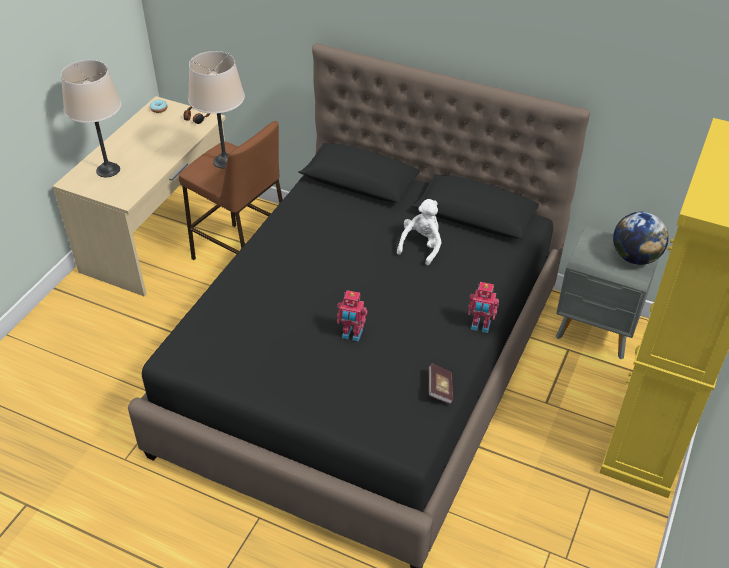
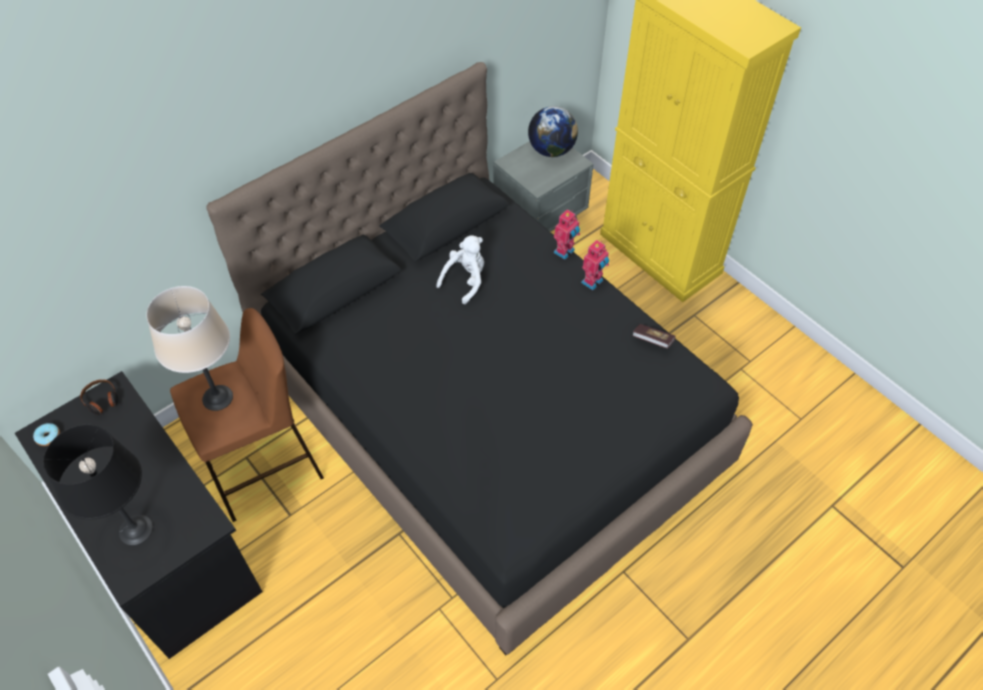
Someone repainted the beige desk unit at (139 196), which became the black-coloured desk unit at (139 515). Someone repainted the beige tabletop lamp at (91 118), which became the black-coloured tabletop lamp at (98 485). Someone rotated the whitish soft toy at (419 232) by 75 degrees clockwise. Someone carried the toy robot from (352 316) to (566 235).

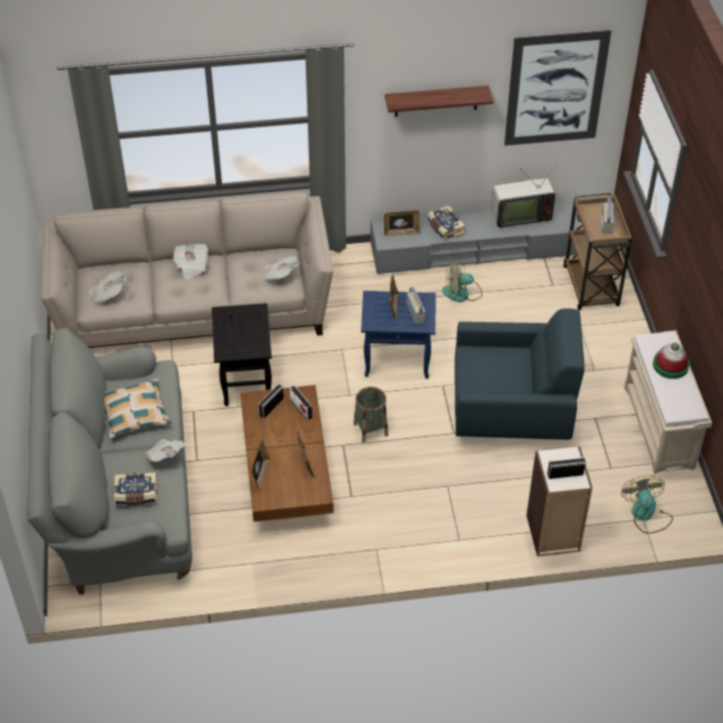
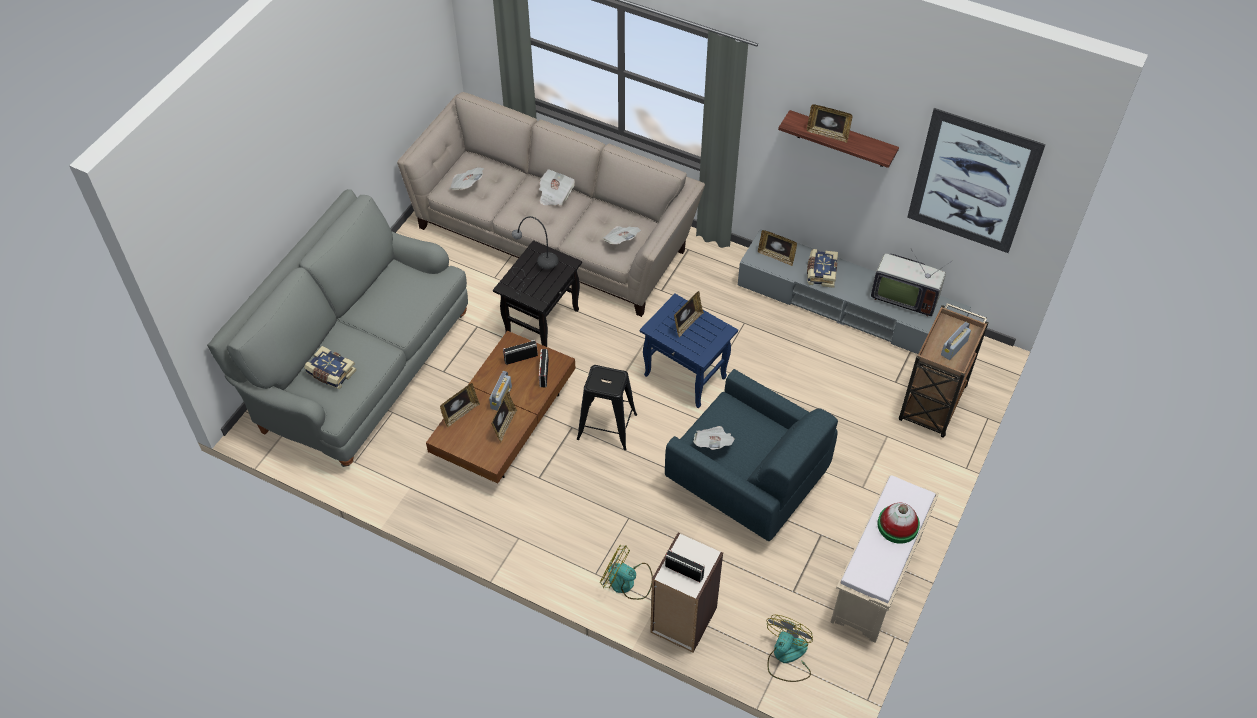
Someone carried the radio set from (415 305) to (500 390). Someone put down the gray tabletop lamp at (535 255). Someone swapped the household basket at (371 415) for the black-coloured sitting stool at (607 407). Someone carried the electric fan from (462 280) to (626 572). Someone carried the printed paper from (165 450) to (714 438). Someone put down the standing frame at (830 123). Someone took away the pillow at (138 408).

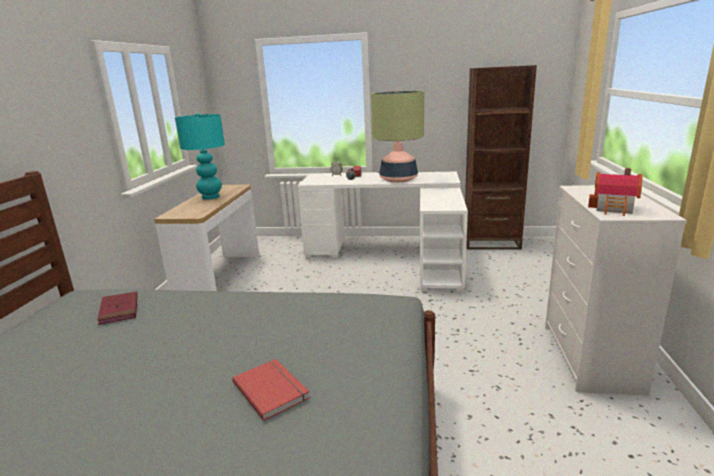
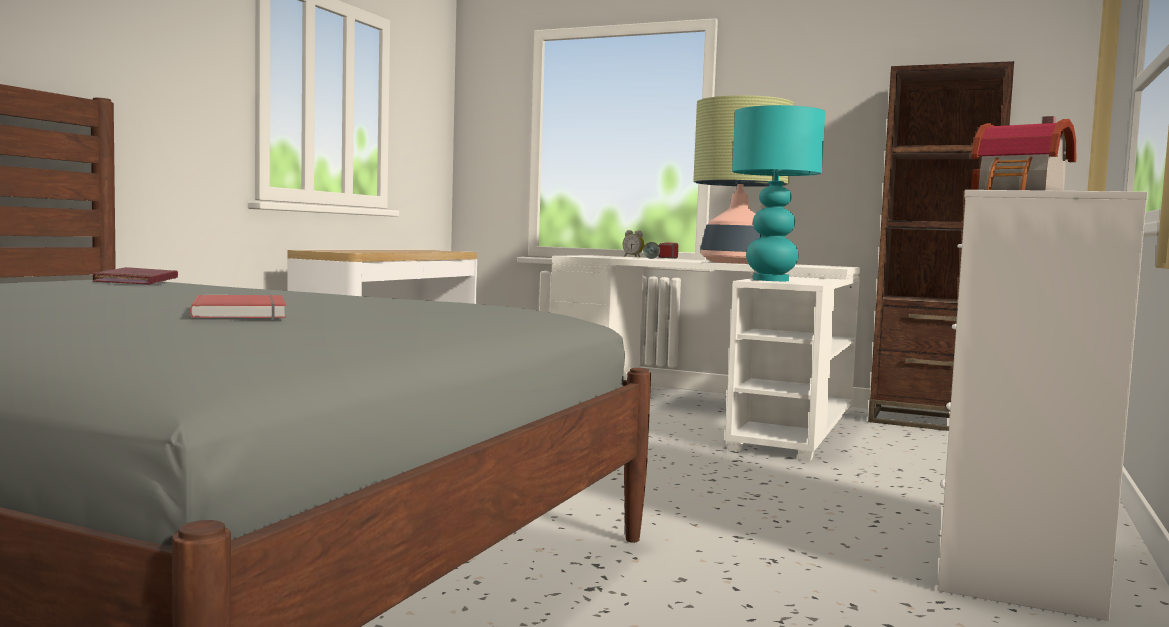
Someone carried the blue-green tabletop lamp from (200 156) to (778 193).

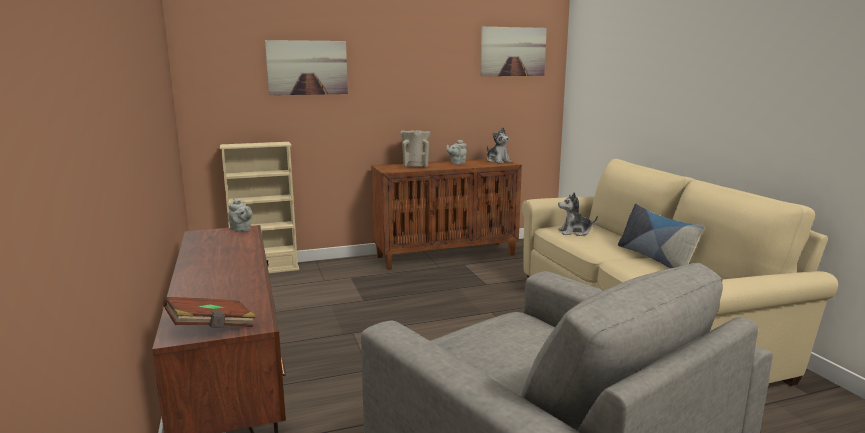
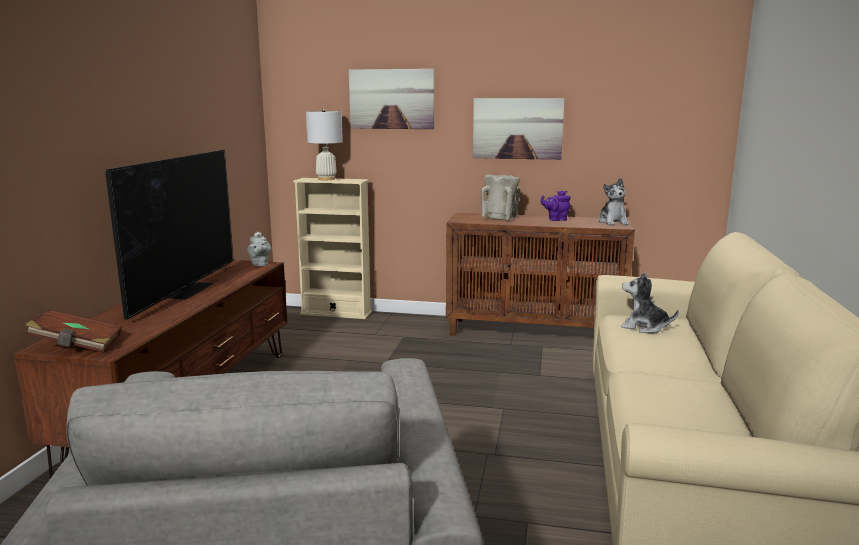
Someone put down the television at (169 235). Someone put down the whitish tabletop lamp at (324 144). Someone carried the wall art from (513 51) to (518 129). Someone repainted the gray teapot at (456 152), which became the purple teapot at (555 206). Someone took away the pillow at (661 235).

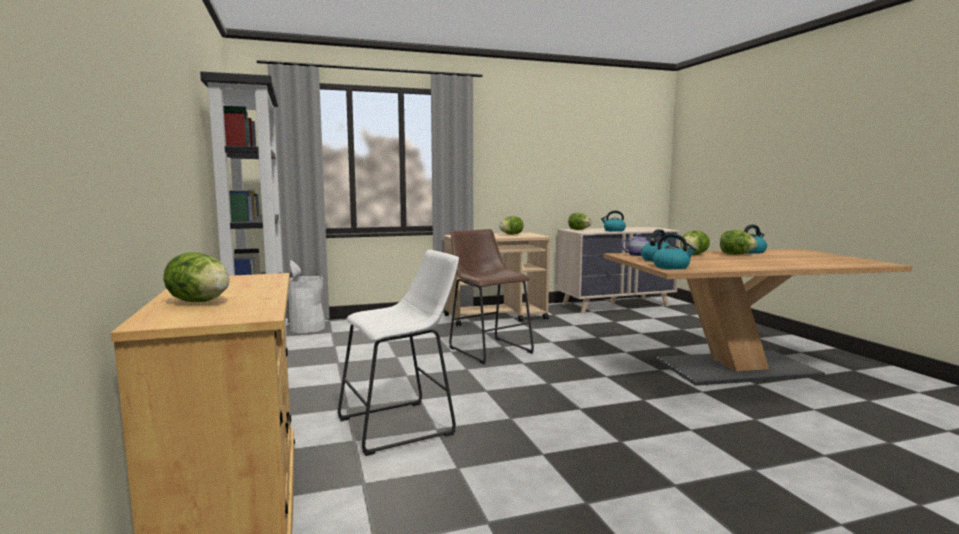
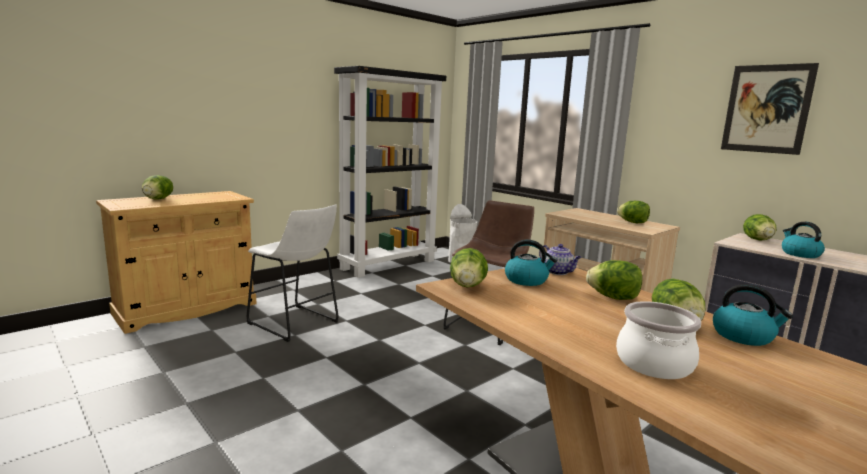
Someone swapped the water kettle at (675 251) for the lettuce head at (469 267). Someone put down the cooking pot at (658 340). Someone put up the wall art at (770 109).

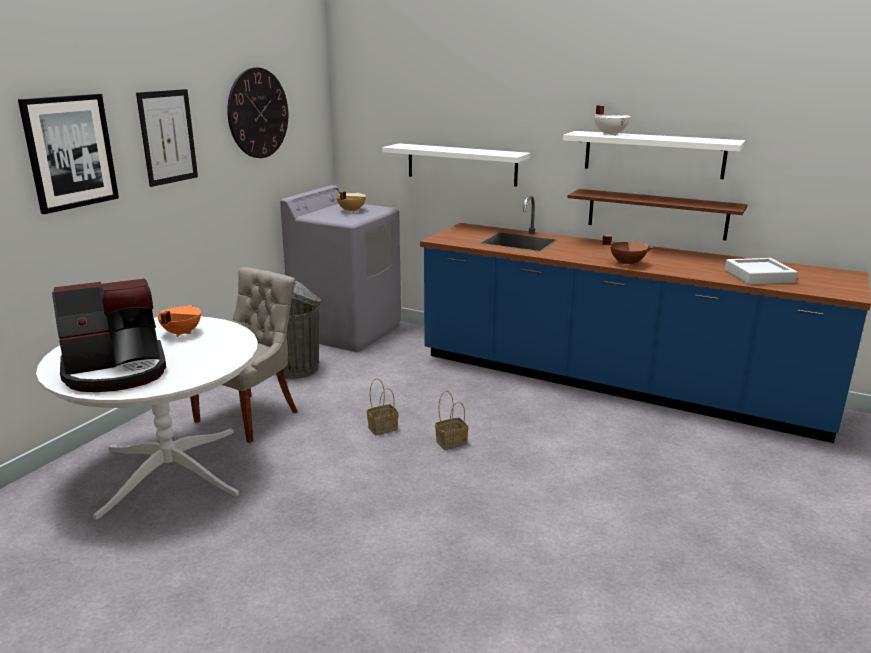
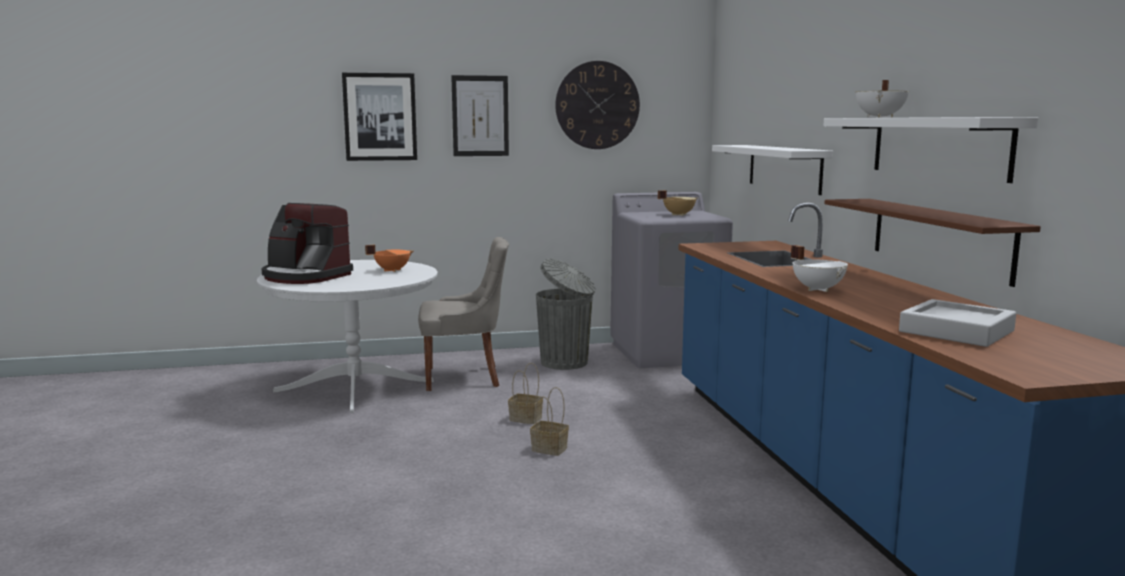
Someone repainted the brownish cooking pot at (627 250), which became the whitish cooking pot at (819 268).

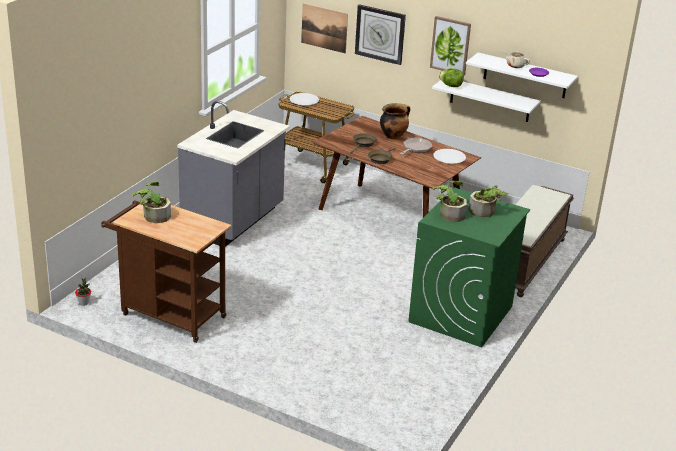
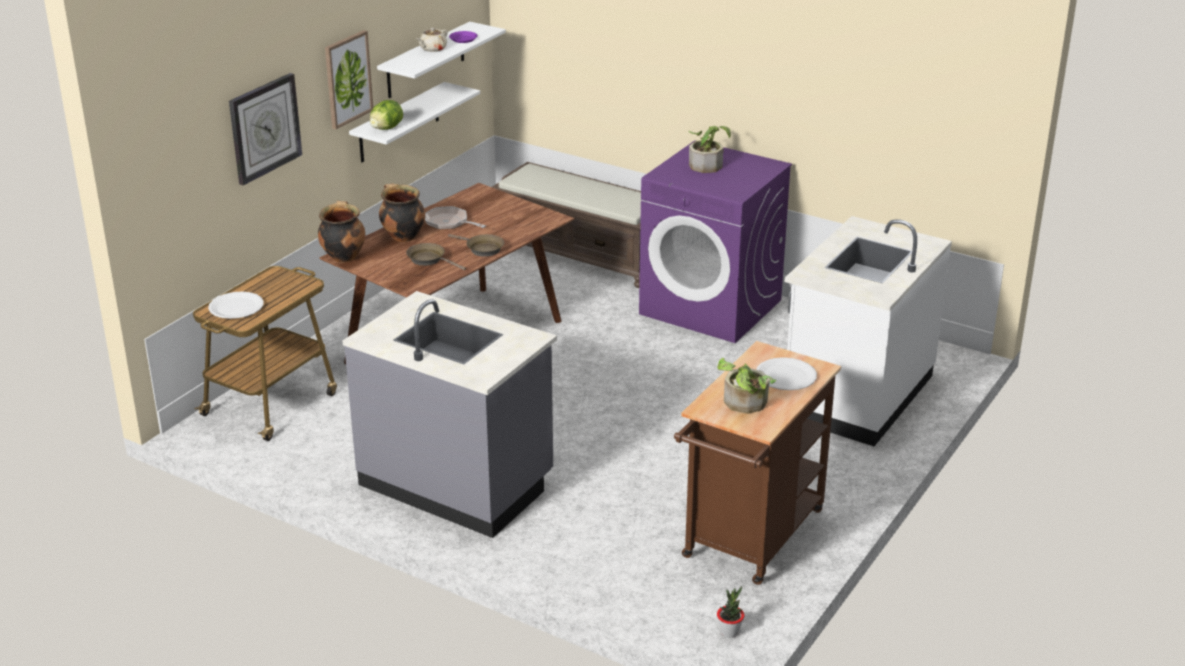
Someone put down the cooking pot at (341 232). Someone repainted the greenish washing machine at (469 267), which became the purple washing machine at (715 241). Someone carried the whitish dinner plate from (449 156) to (786 373). Someone put down the whitish kitchen base unit at (868 331). Someone took away the wall art at (324 28). Someone took away the houseplant at (450 201).

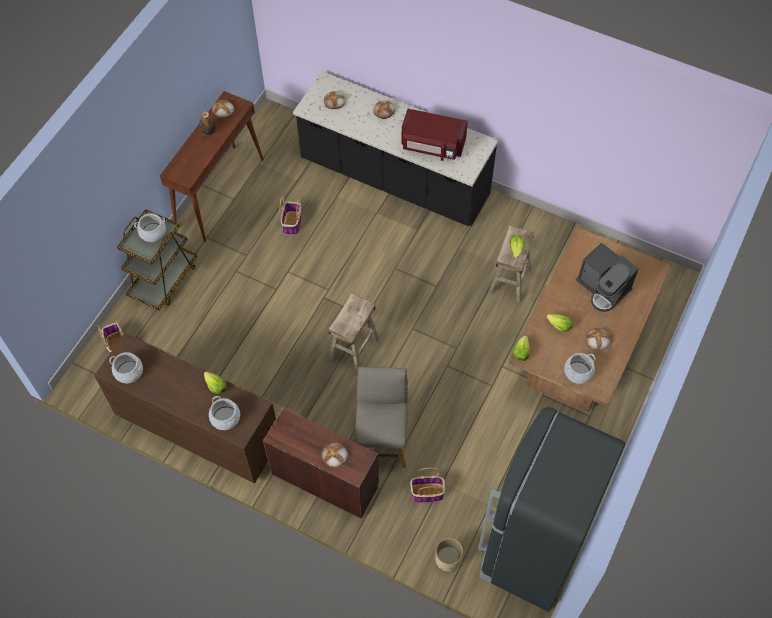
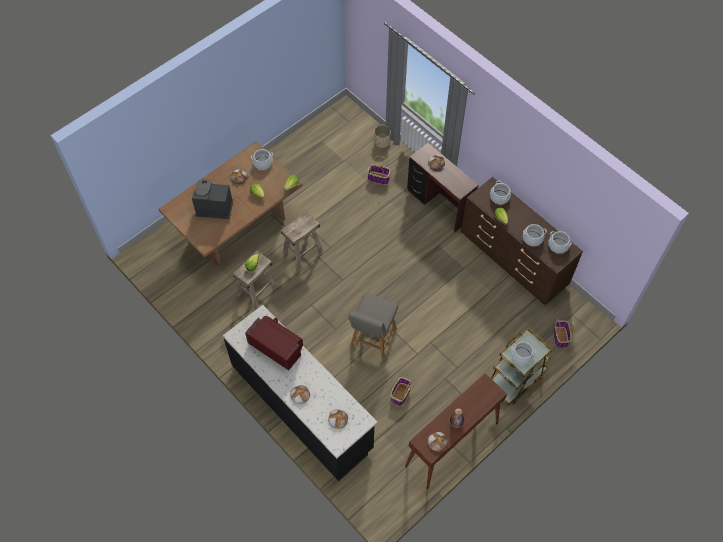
Someone rotated the coffee brewer at (607 277) by 60 degrees counterclockwise. Someone carried the beige sitting stool from (354 332) to (302 240). Someone carried the gray chair from (381 417) to (373 326). Someone put down the cooking pot at (535 235). Someone took away the black-coloured kitchen fridge at (551 509).

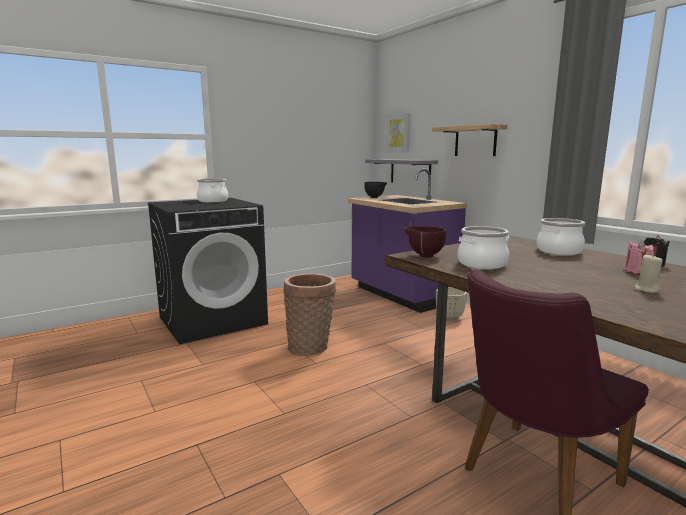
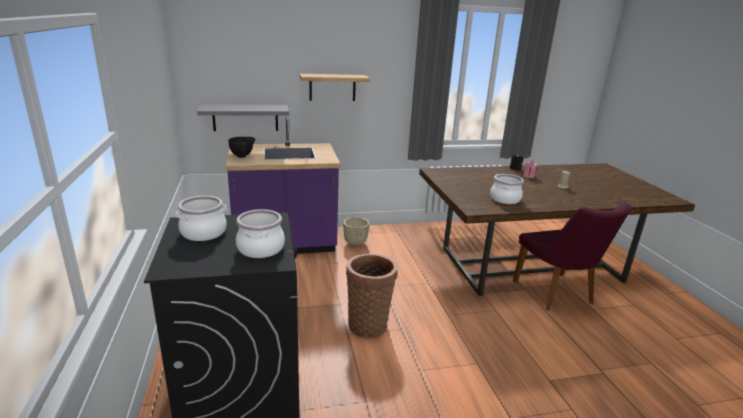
Someone carried the cooking pot from (560 236) to (260 233). Someone took away the wall art at (398 133). Someone took away the brownish bowl at (425 242).

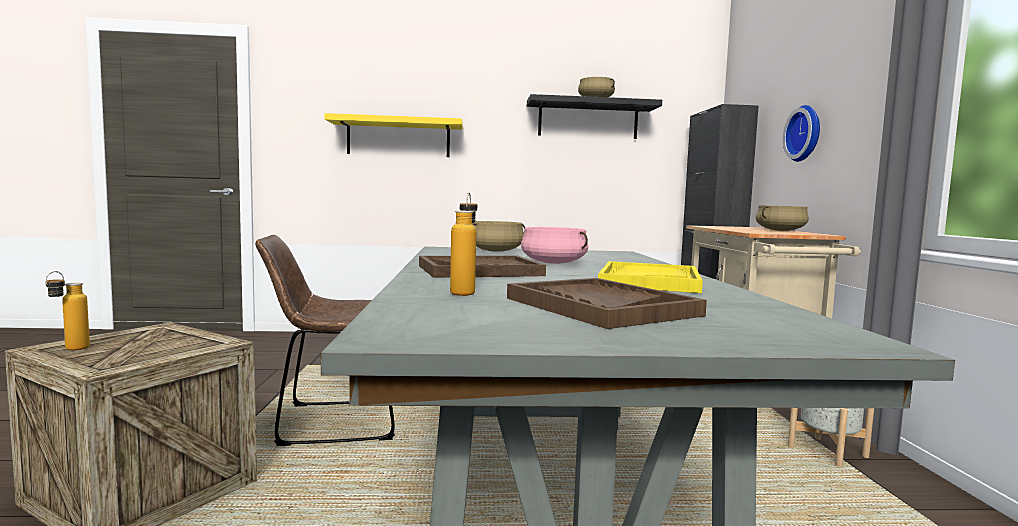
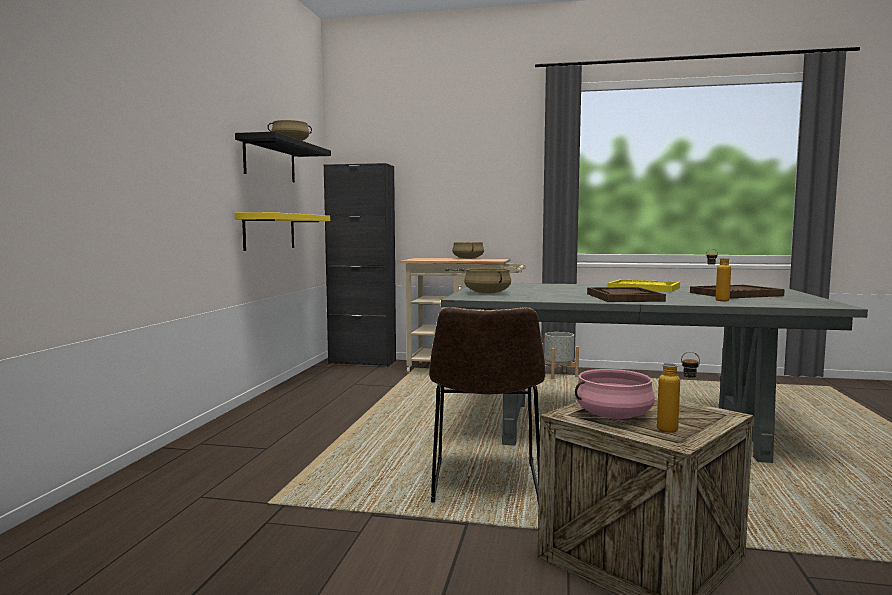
Someone carried the yellowish bracket shelf from (393 135) to (282 231). Someone carried the pink cooking pot from (554 245) to (615 394). Someone took away the clock on the wall at (801 133).

